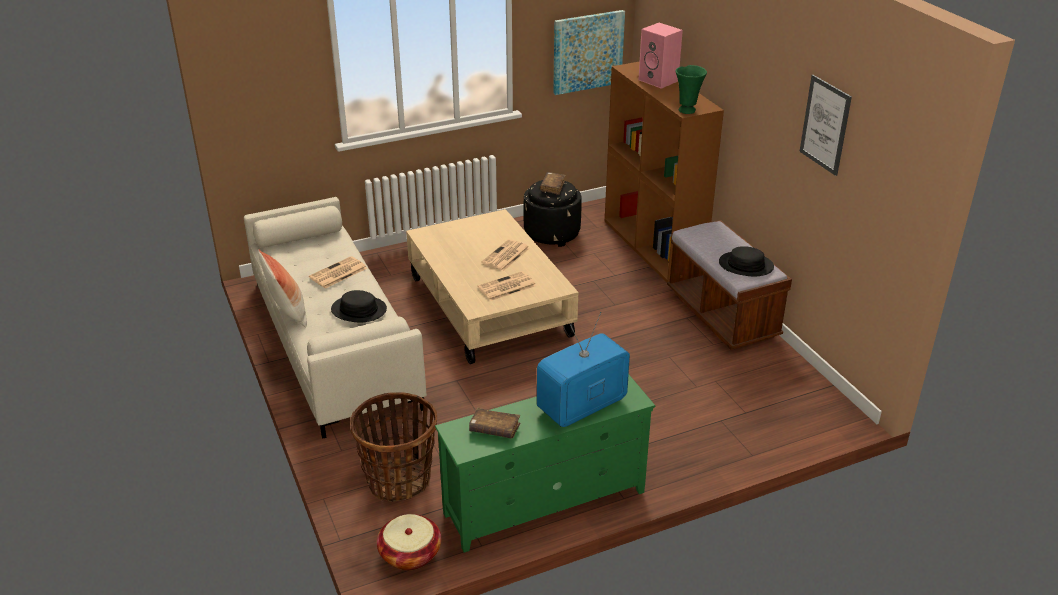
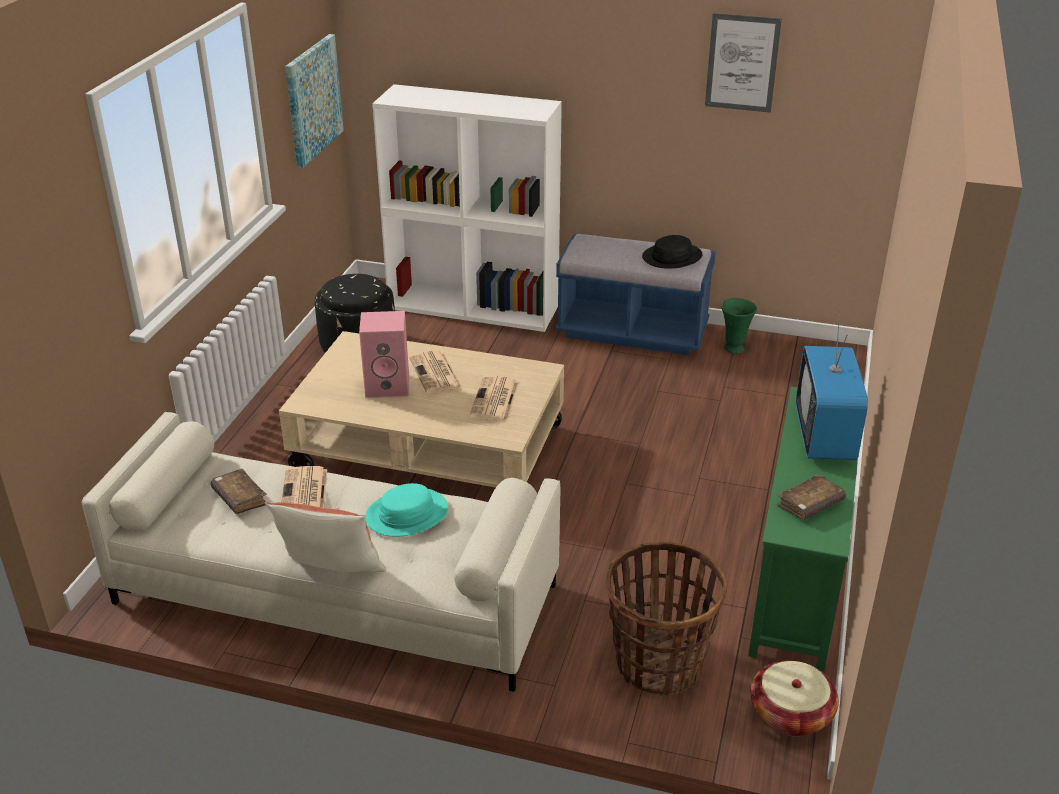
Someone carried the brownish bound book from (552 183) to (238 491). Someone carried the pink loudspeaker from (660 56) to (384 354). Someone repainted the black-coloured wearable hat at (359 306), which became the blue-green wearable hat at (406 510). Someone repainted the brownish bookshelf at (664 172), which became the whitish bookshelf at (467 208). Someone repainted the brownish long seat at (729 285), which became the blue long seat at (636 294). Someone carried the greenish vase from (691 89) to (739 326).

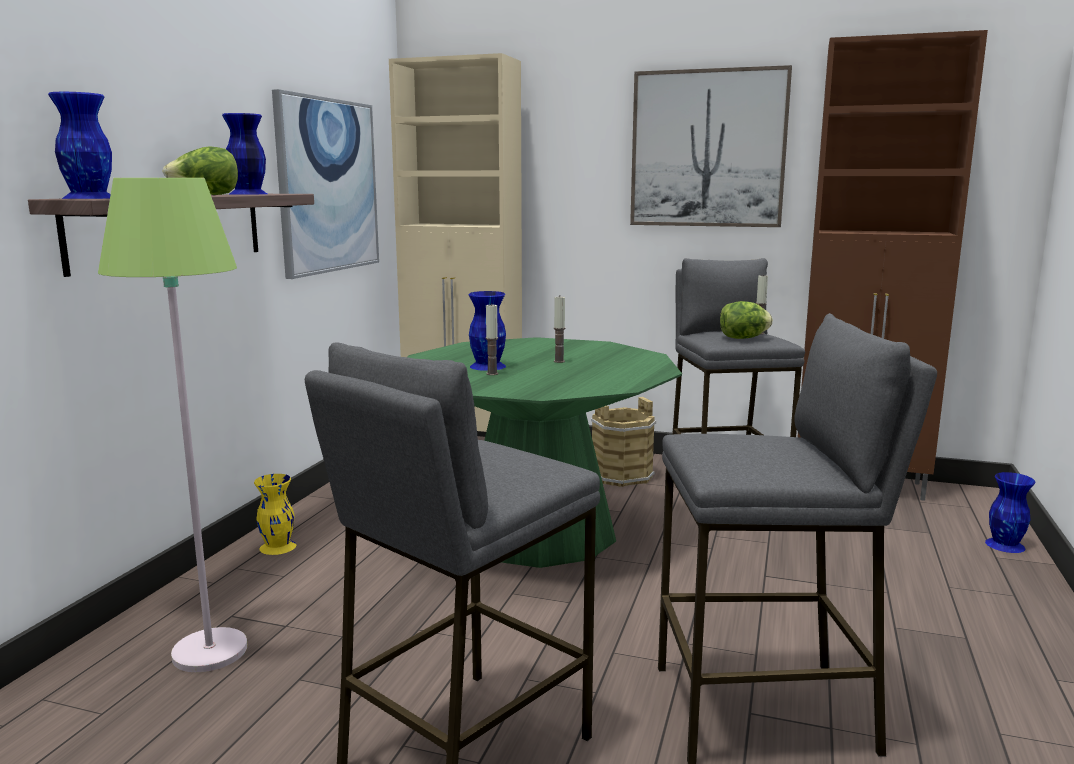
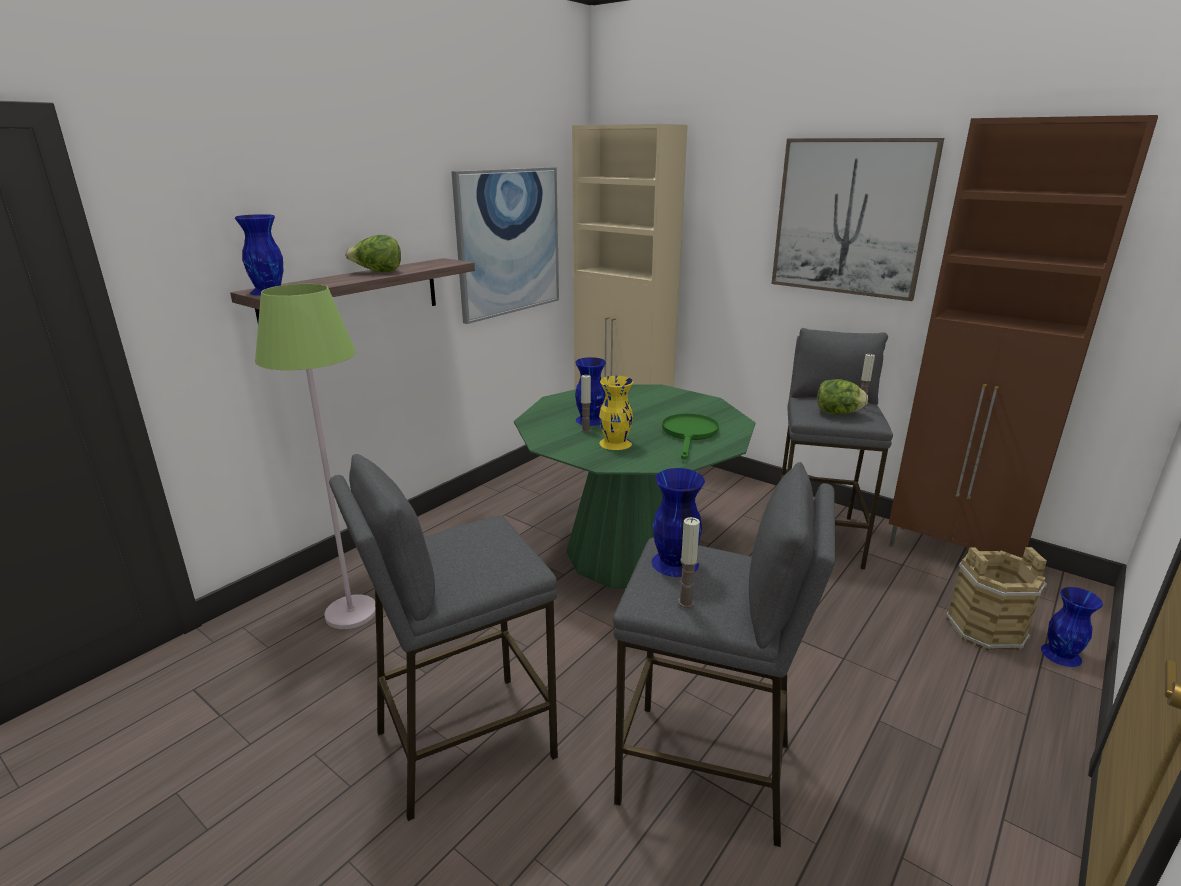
Someone carried the yellowish vase from (275 514) to (616 413). Someone carried the blue vase from (244 153) to (678 522). Someone put down the greenish skillet at (690 437). Someone carried the wax candle from (559 329) to (689 562). Someone carried the brownish bucket from (623 442) to (996 599).

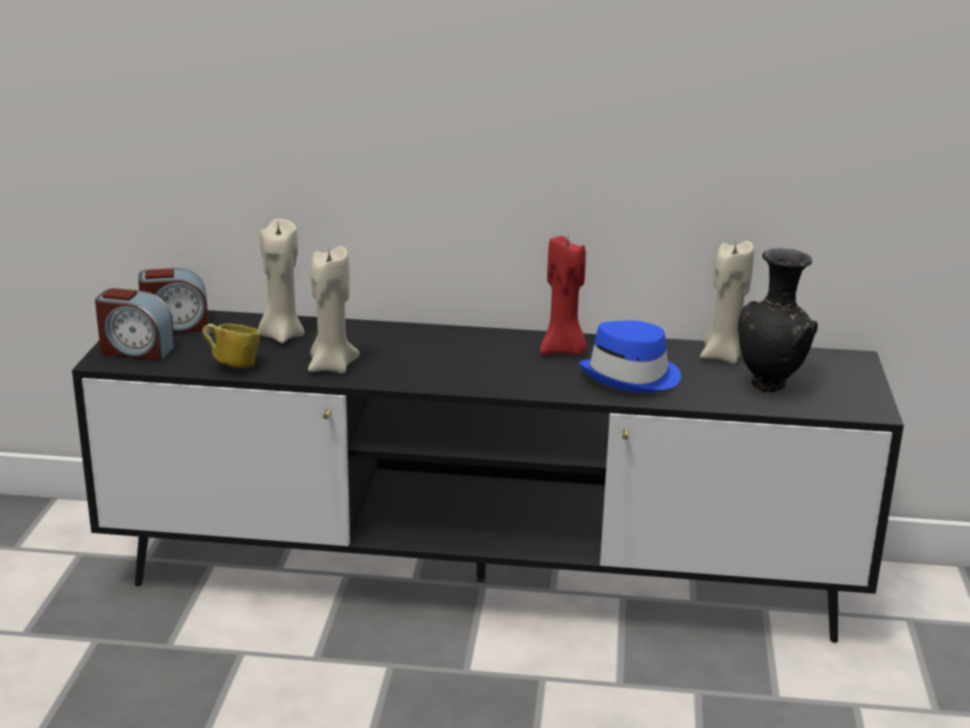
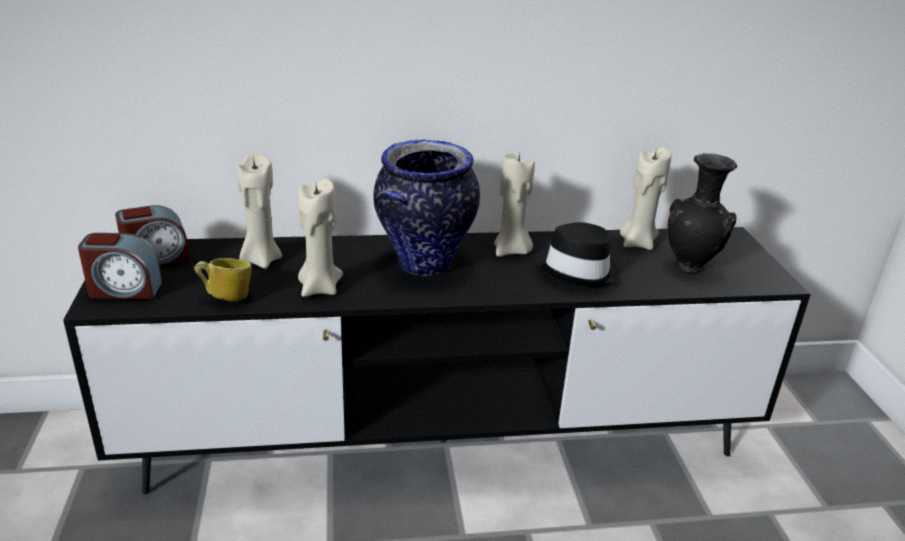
Someone put down the vase at (426 208). Someone repainted the red-coloured wax candle at (563 295), which became the beige wax candle at (514 204). Someone repainted the blue wearable hat at (630 357), which became the black-coloured wearable hat at (578 254).

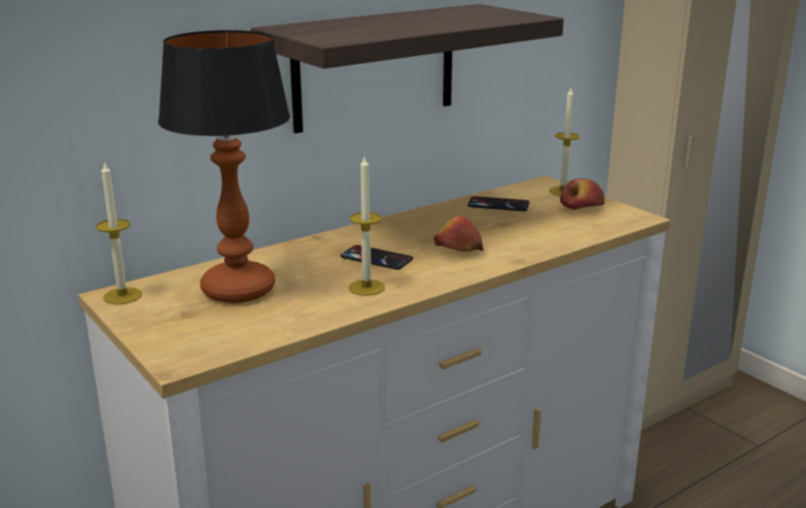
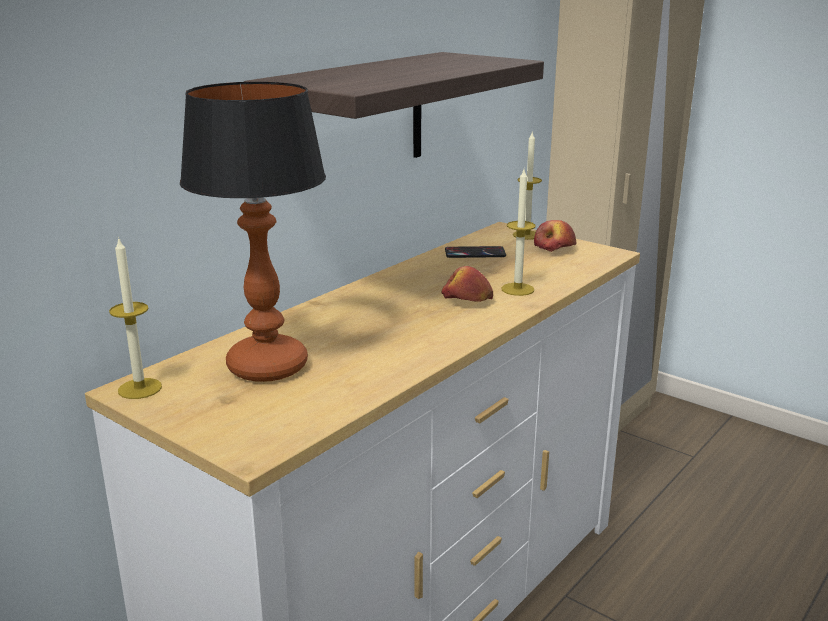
Someone carried the wax candle from (367 225) to (518 232). Someone took away the phone at (376 257).

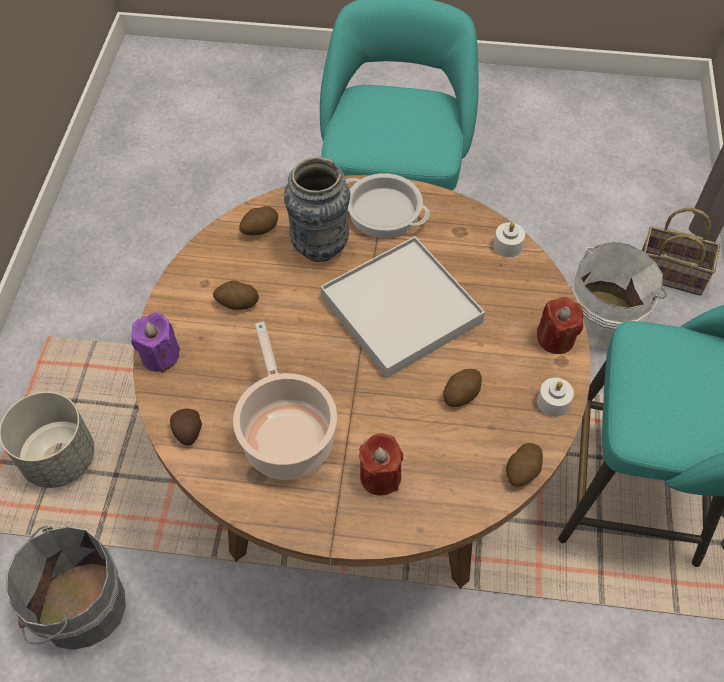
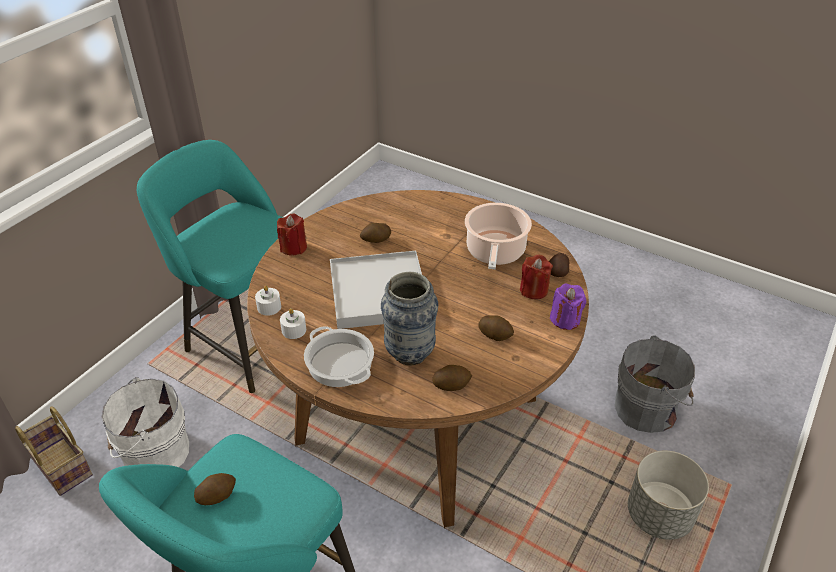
Someone carried the potato from (524 465) to (215 489). Someone carried the whitish wax candle from (555 397) to (293 323). Someone carried the red-coloured wax candle from (381 464) to (536 277).

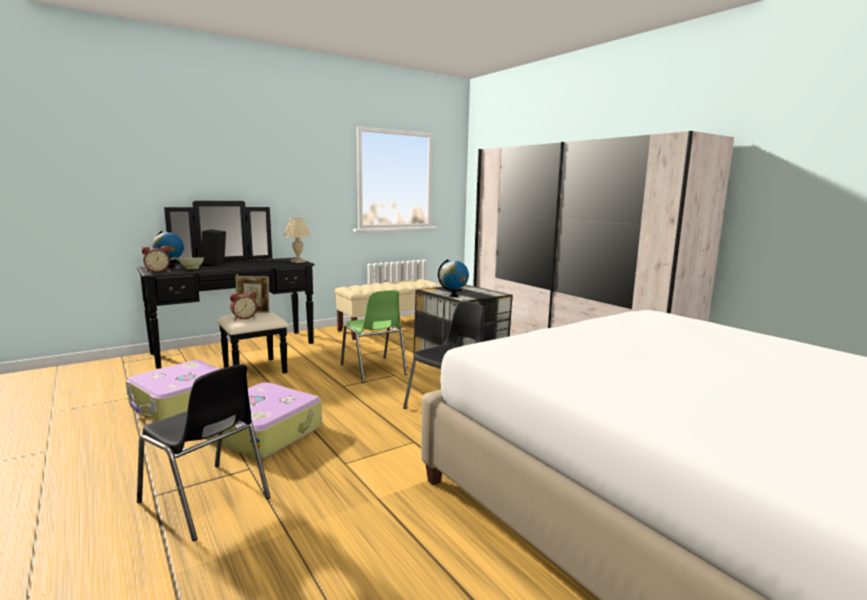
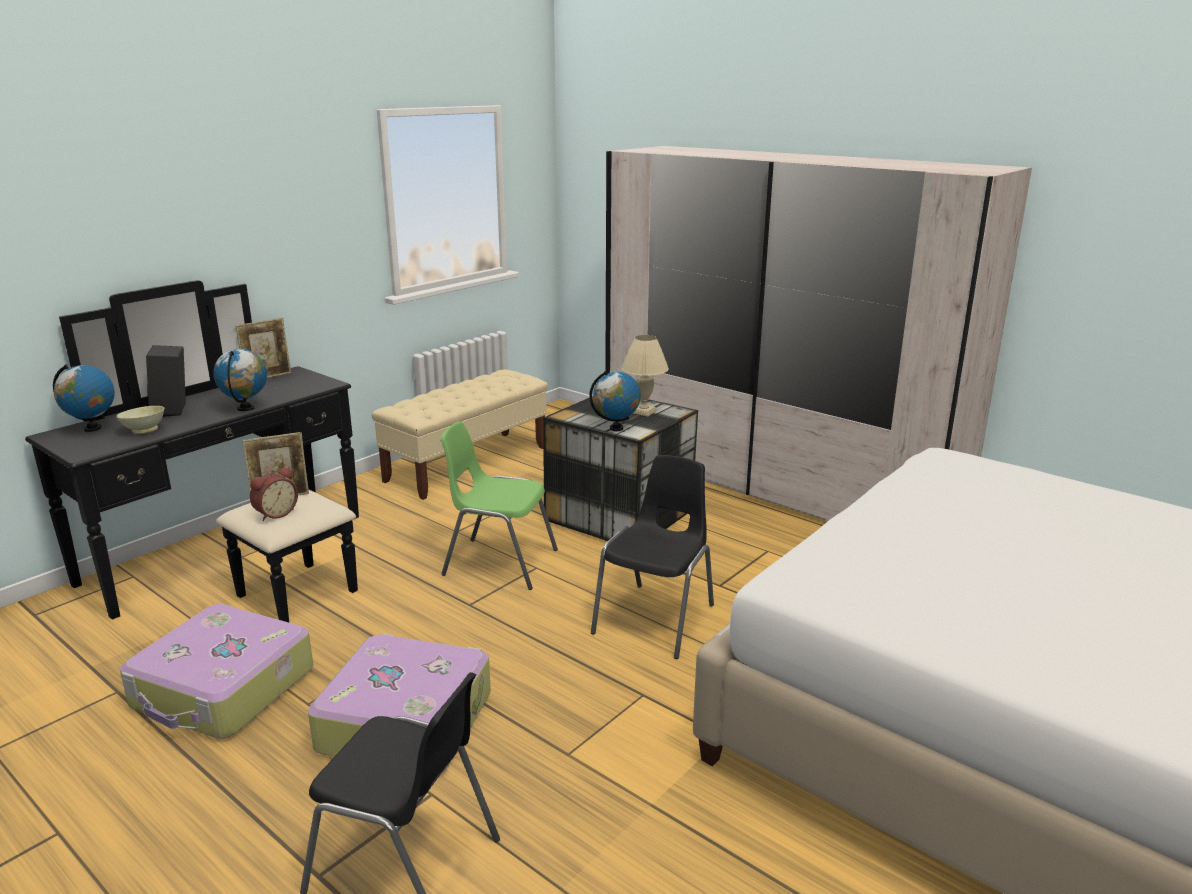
Someone put down the desk globe at (240 380). Someone put down the standing frame at (263 348). Someone rotated the greenish chair at (374 336) by 150 degrees clockwise. Someone carried the beige tabletop lamp from (297 240) to (645 375). Someone took away the table clock at (156 259).

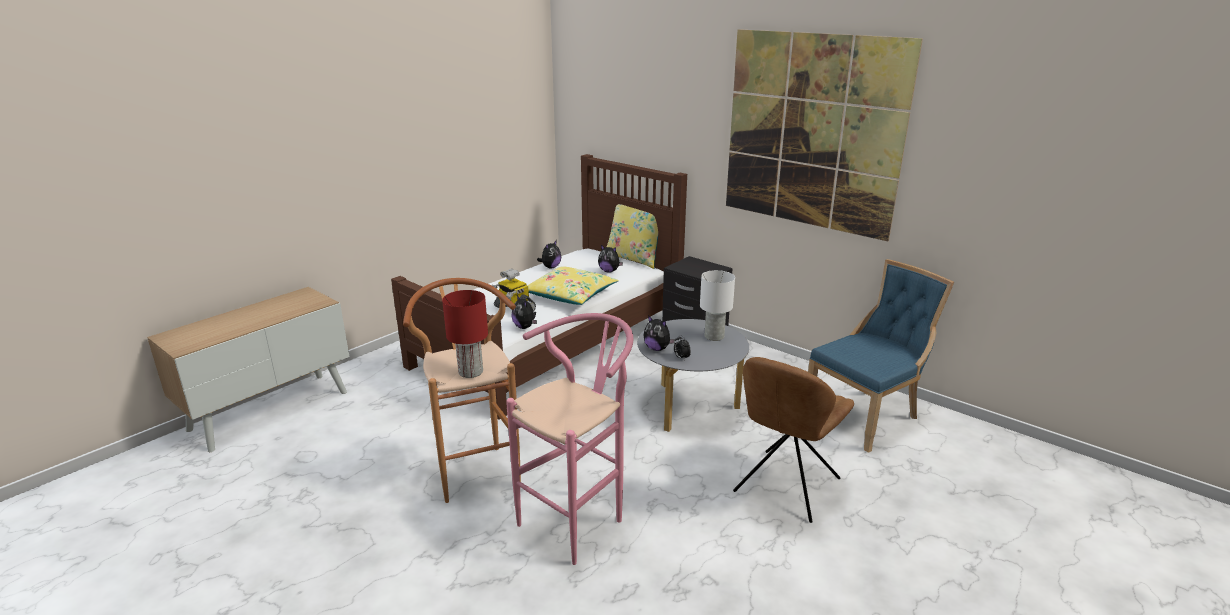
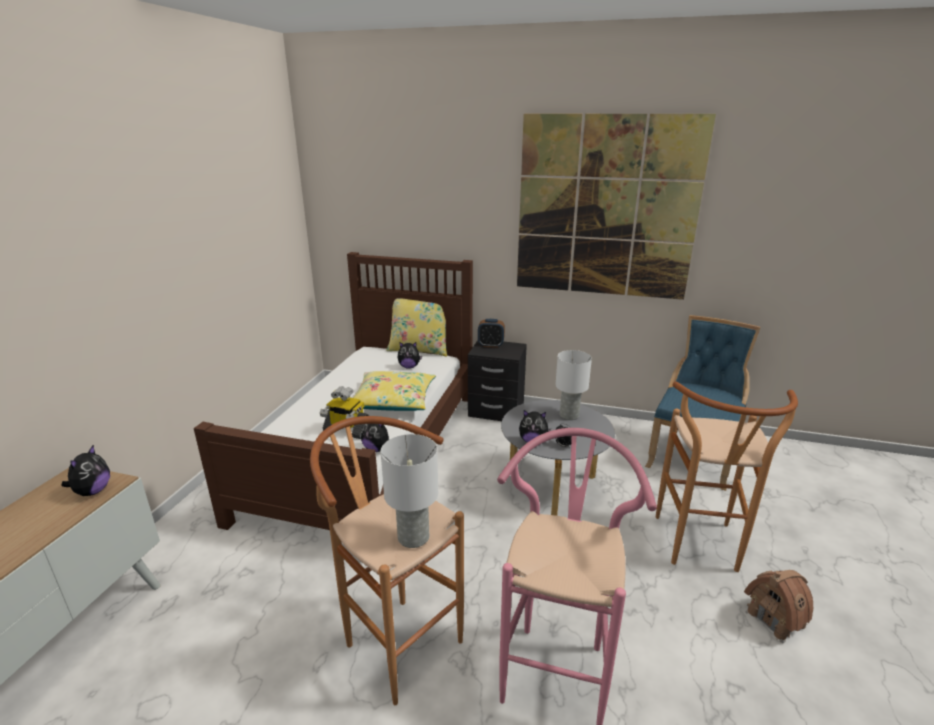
Someone carried the soft toy from (549 254) to (85 470). Someone repainted the red-coloured tabletop lamp at (465 334), which became the whitish tabletop lamp at (409 491). Someone put down the table clock at (491 333). Someone swapped the brownish chair at (793 440) for the brownish sitting stool at (726 477). Someone put down the toy house at (778 606).

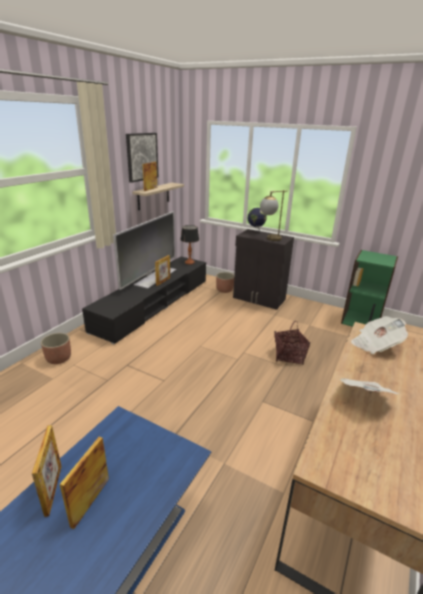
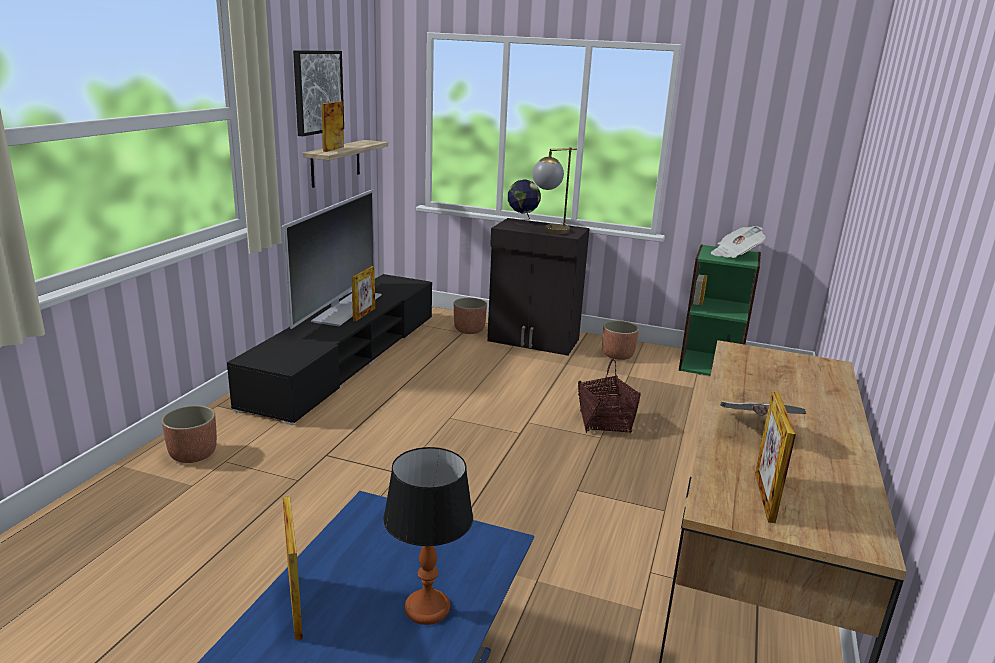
Someone carried the tabletop lamp from (189 244) to (428 536). Someone put down the flower pot at (620 340). Someone carried the printed paper from (379 335) to (738 242). Someone carried the standing frame from (84 483) to (775 457).

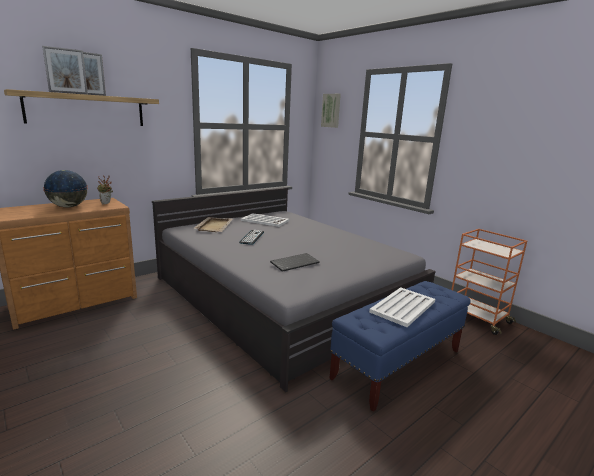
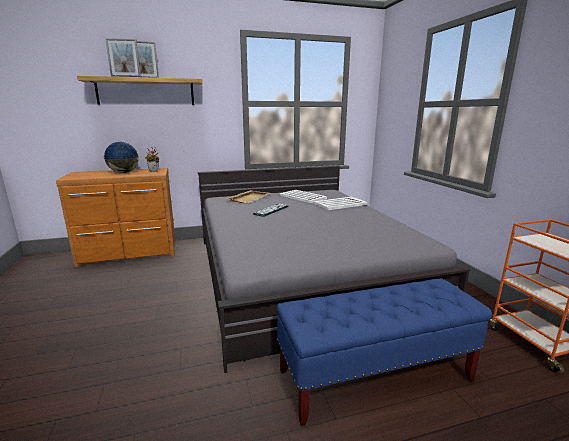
Someone carried the whitish serving tray from (402 307) to (340 203). Someone took away the PC keyboard at (295 262). Someone took away the wall art at (331 111).

